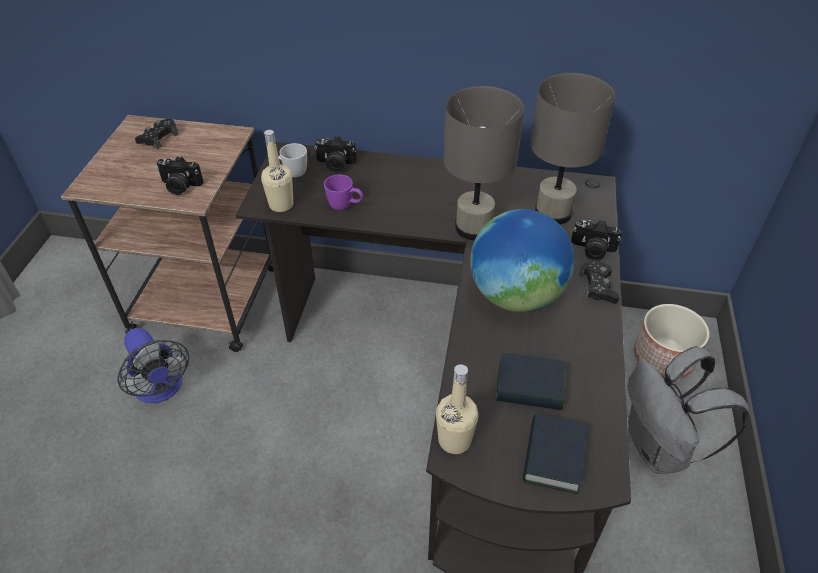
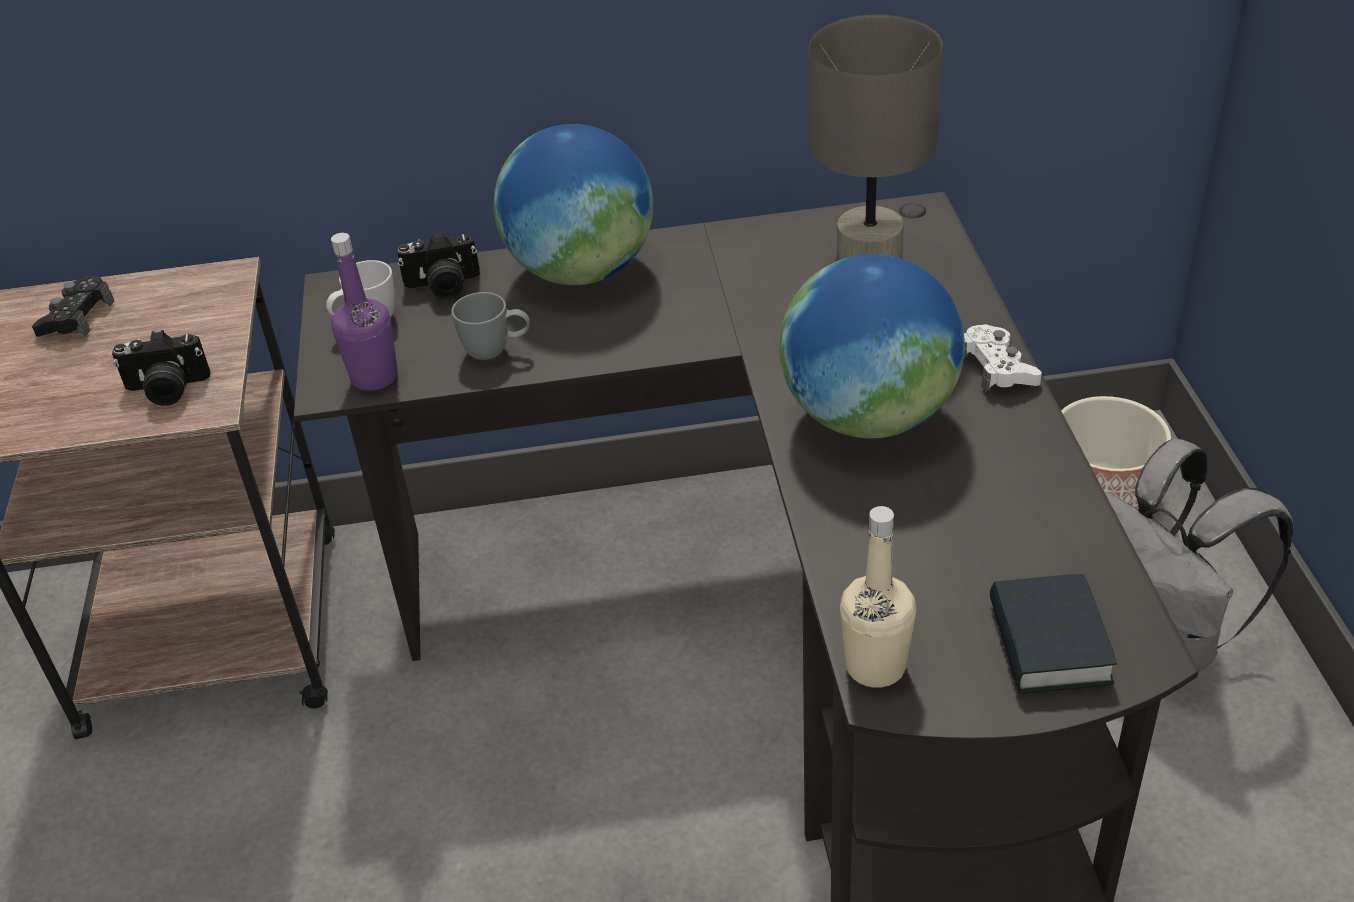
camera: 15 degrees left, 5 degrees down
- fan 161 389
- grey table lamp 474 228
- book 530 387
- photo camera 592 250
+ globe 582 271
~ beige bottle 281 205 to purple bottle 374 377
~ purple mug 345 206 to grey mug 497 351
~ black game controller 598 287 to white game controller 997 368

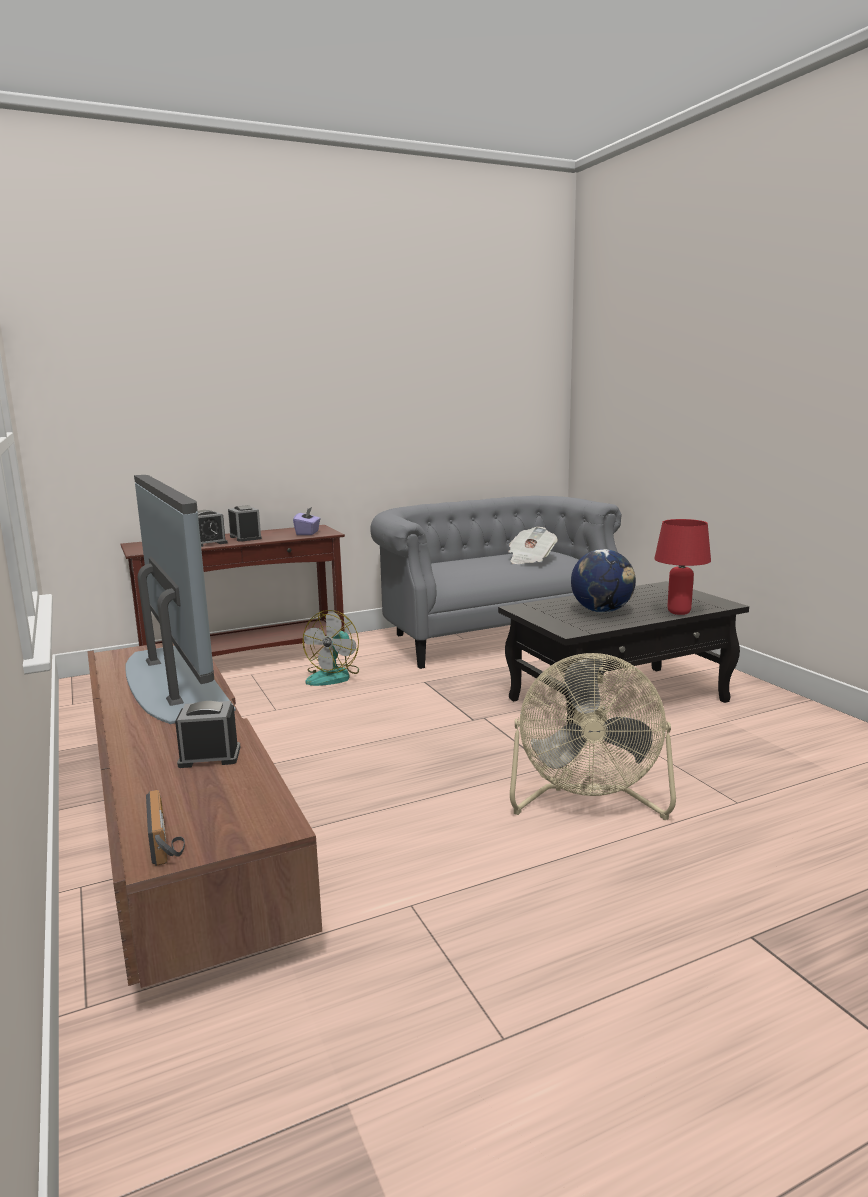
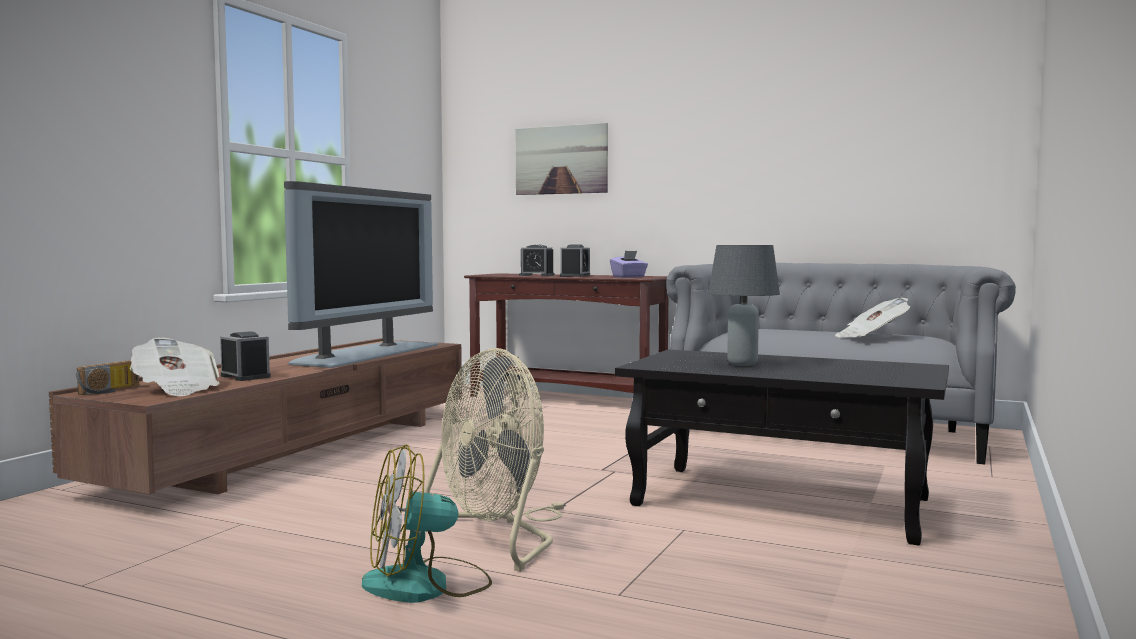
camera: 50 degrees right, 10 degrees down
- red table lamp 678 612
+ newspaper 176 389
+ picture 561 160
~ fan 334 676 to 426 585
~ globe 602 611 to grey table lamp 743 364

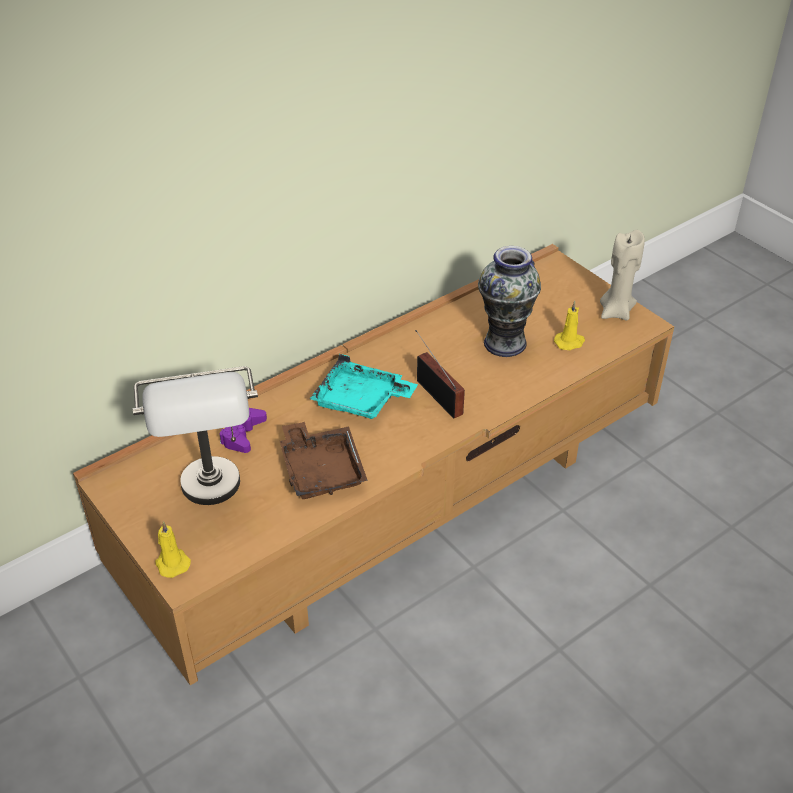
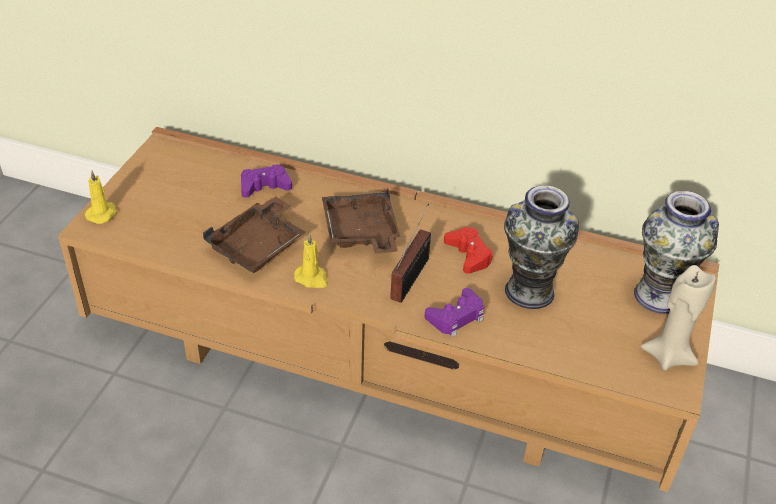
camera: 55 degrees right, 0 degrees up
- grey table lamp 215 498
+ purple game controller 456 317
+ red game controller 468 255
+ vase 658 295
~ yellow candle 570 342 to 312 278
~ turquoise tray 361 401 to brown tray 361 233

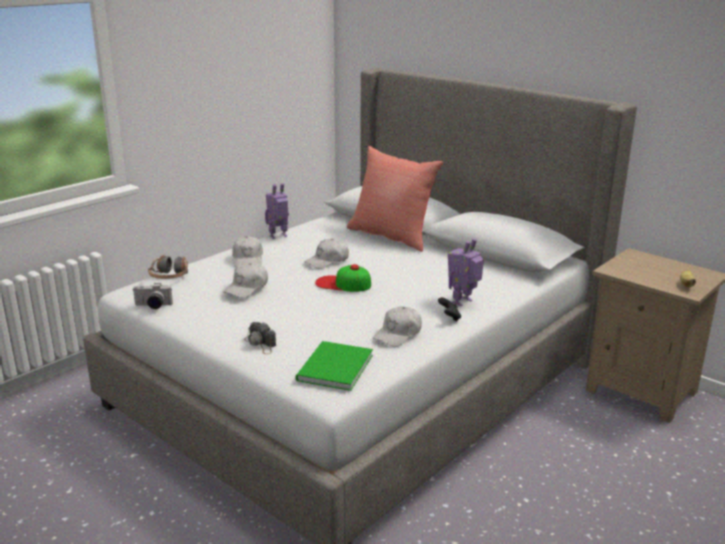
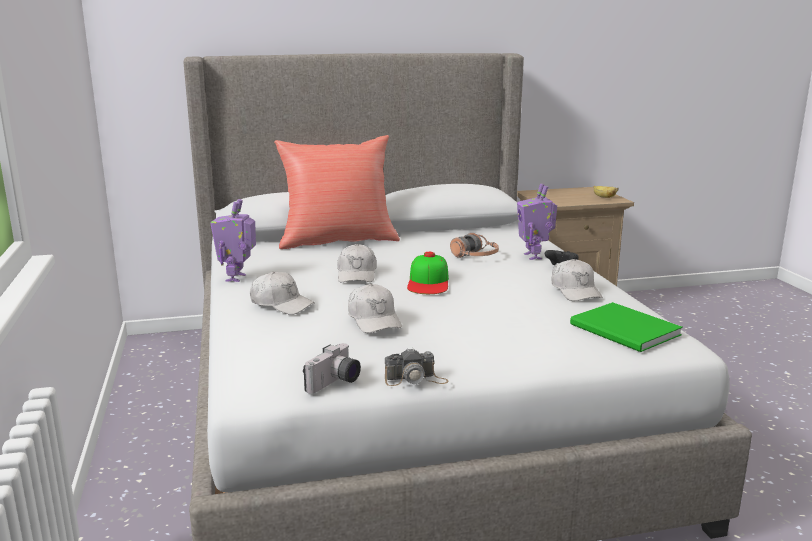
camera: 55 degrees left, 5 degrees down
~ headphones 169 277 to 474 257
~ photo camera 260 344 to 415 379
~ cap 343 284 = 428 282 45 degrees counterclockwise

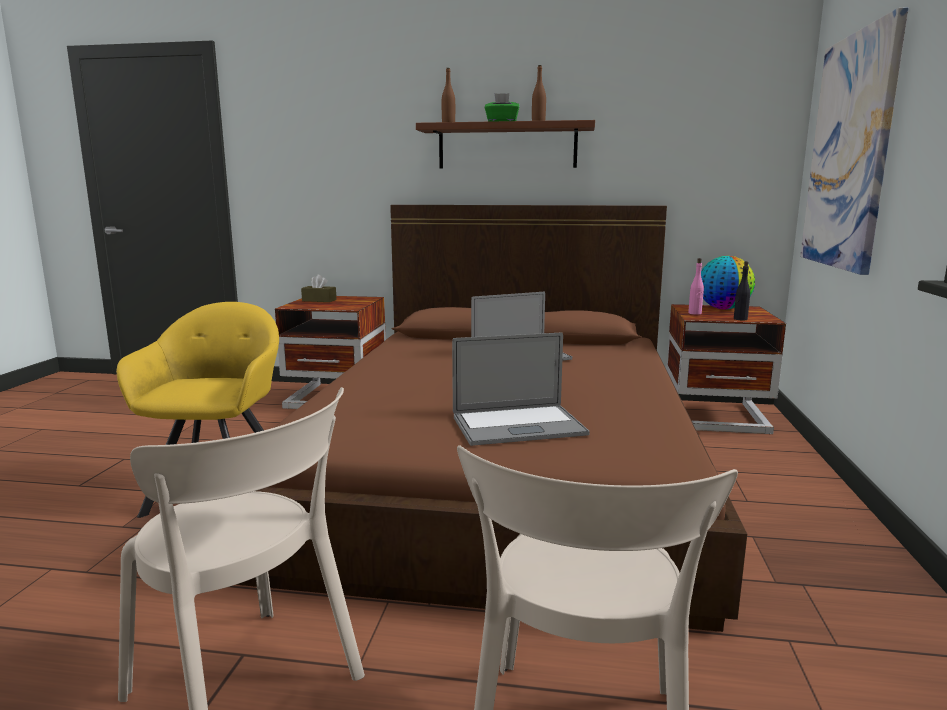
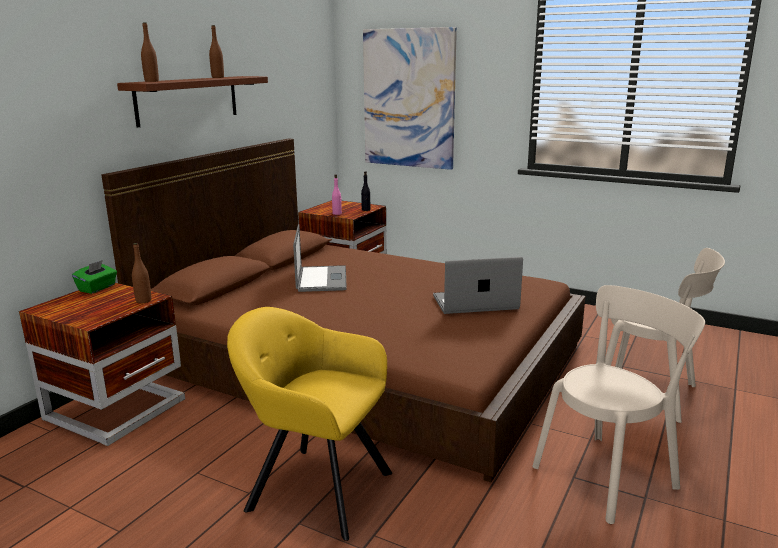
camera: 70 degrees left, 5 degrees up
- brown tissue box 319 300
- globe 723 309
+ brown bottle 143 301
~ green tissue box 501 122 to 97 288
~ laptop 518 426 = 475 302 105 degrees counterclockwise

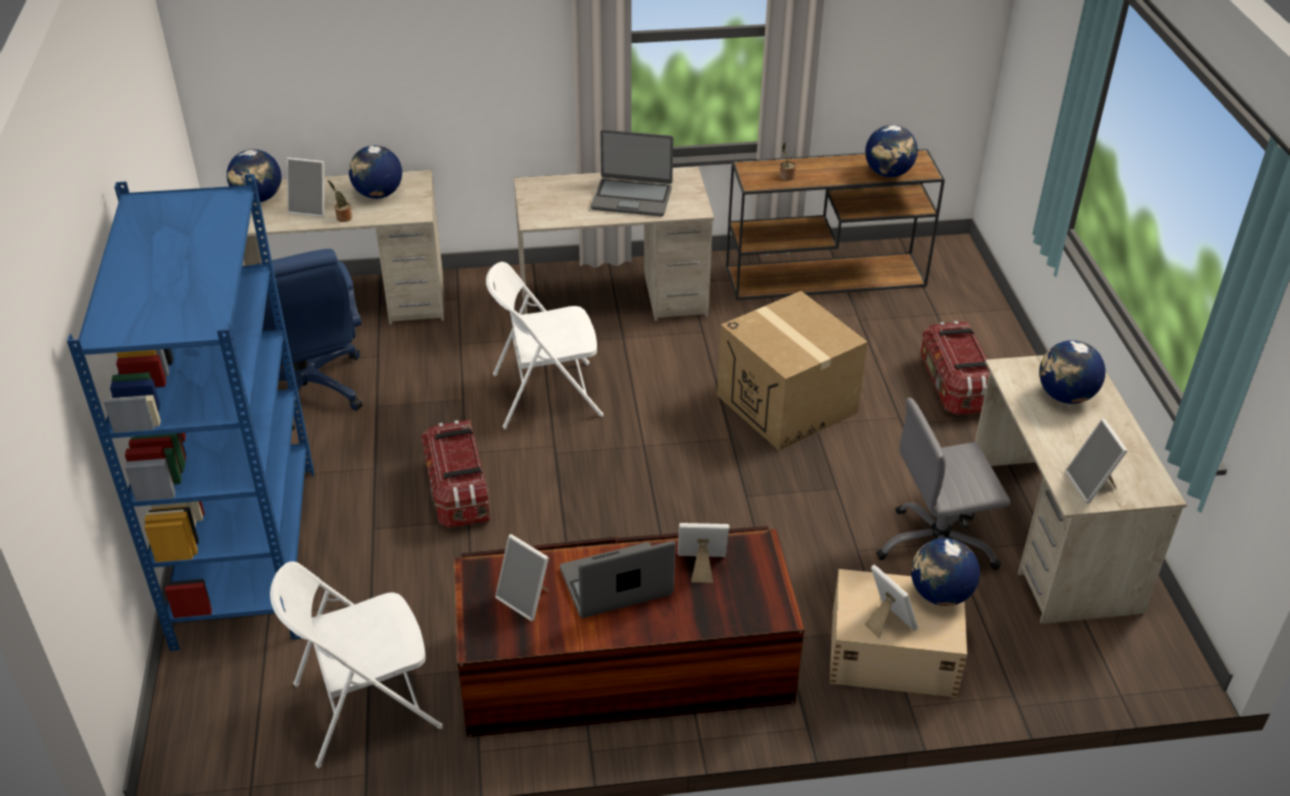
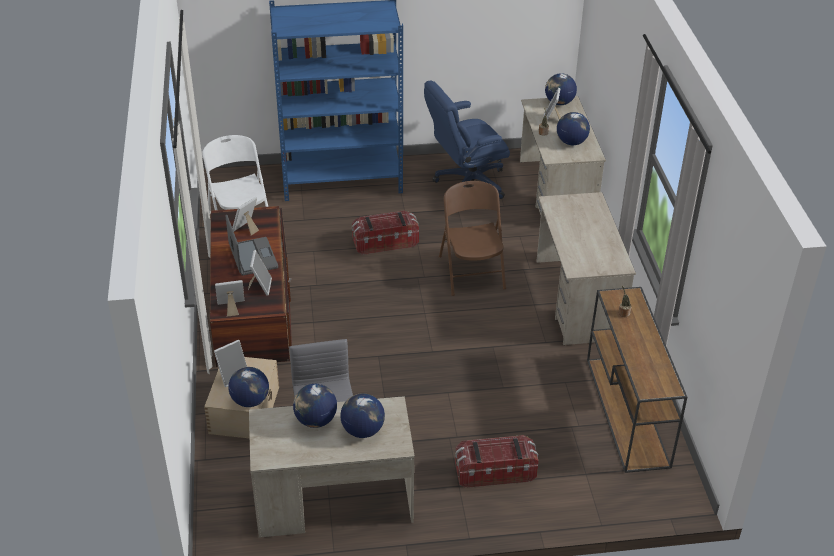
camera: 90 degrees right, 0 degrees up
- laptop 632 198
- cardboard box 787 404
~ globe 888 173 to 315 420
~ picture frame 1091 485 to 231 308
~ white chair 547 394 to brown chair 472 272

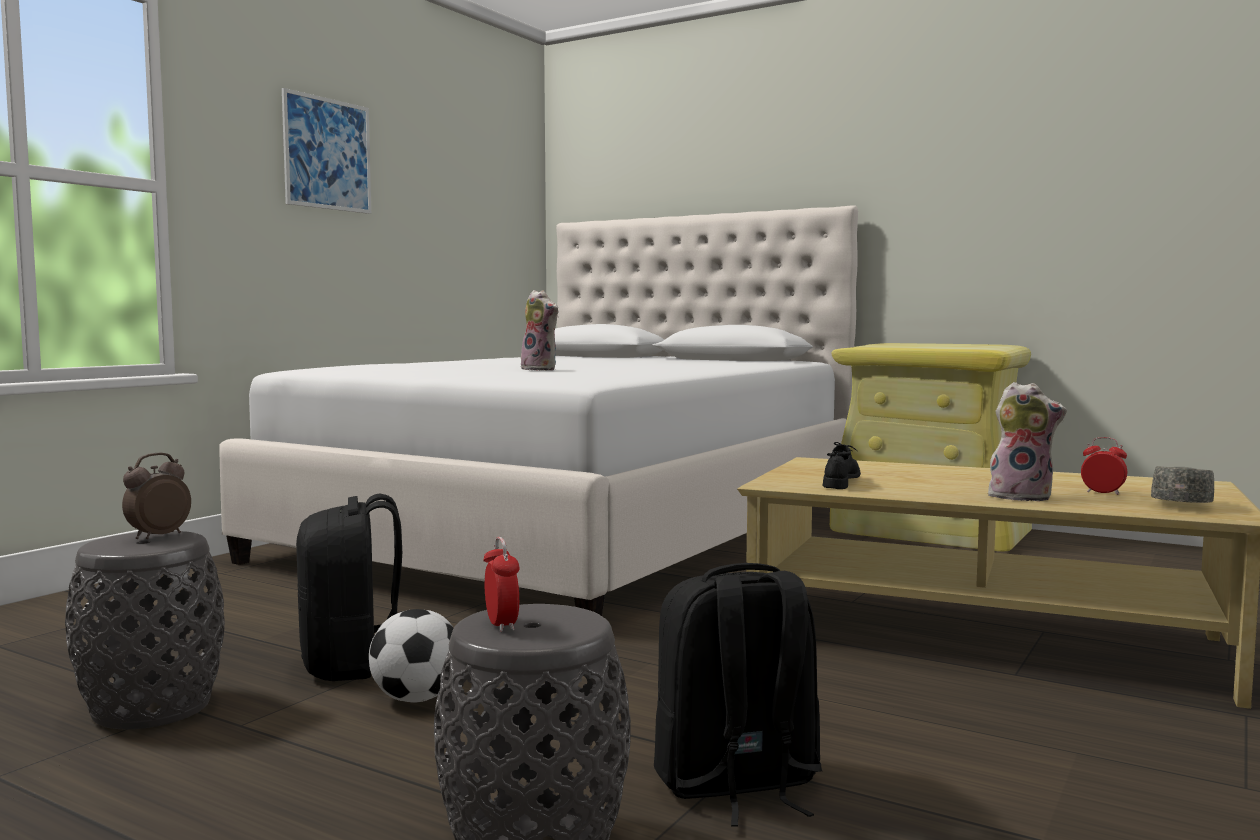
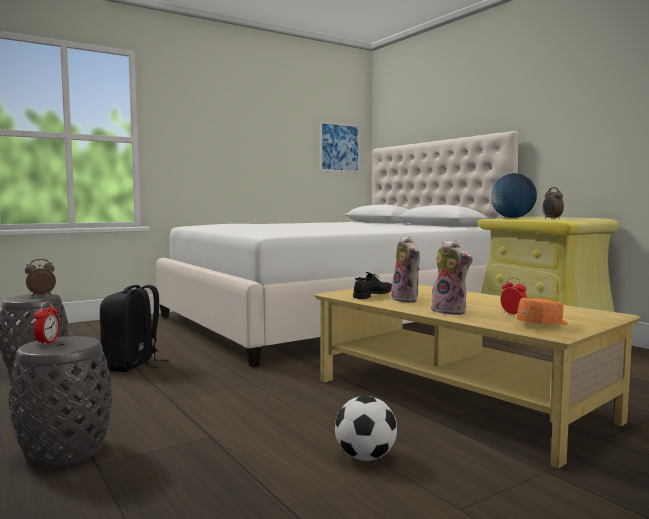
camera: 25 degrees right, 0 degrees up
- black backpack 736 785
+ globe 512 217
+ alarm clock 552 219
~ picture 327 154 to 340 147
~ football 417 699 to 365 457
~ plush toy 541 369 to 407 300
~ grey cap 1183 504 to orange cap 543 324

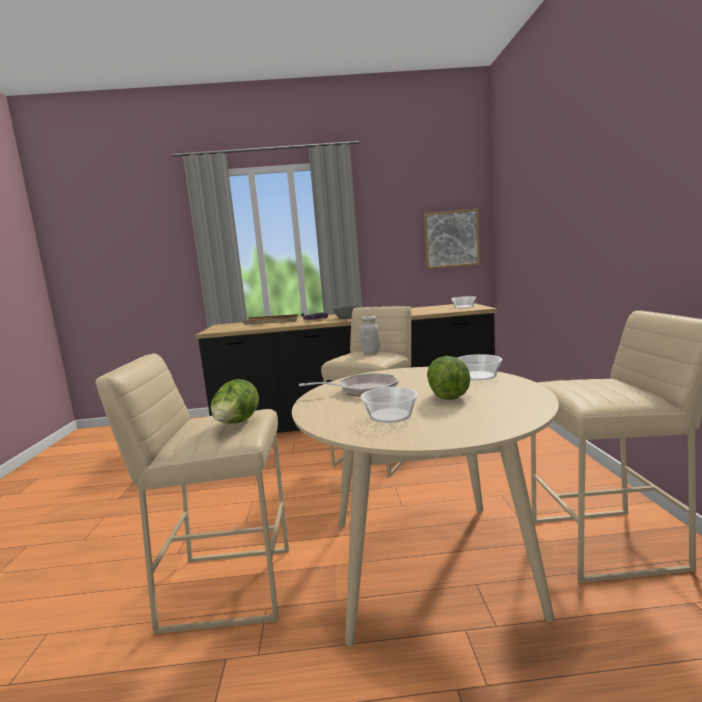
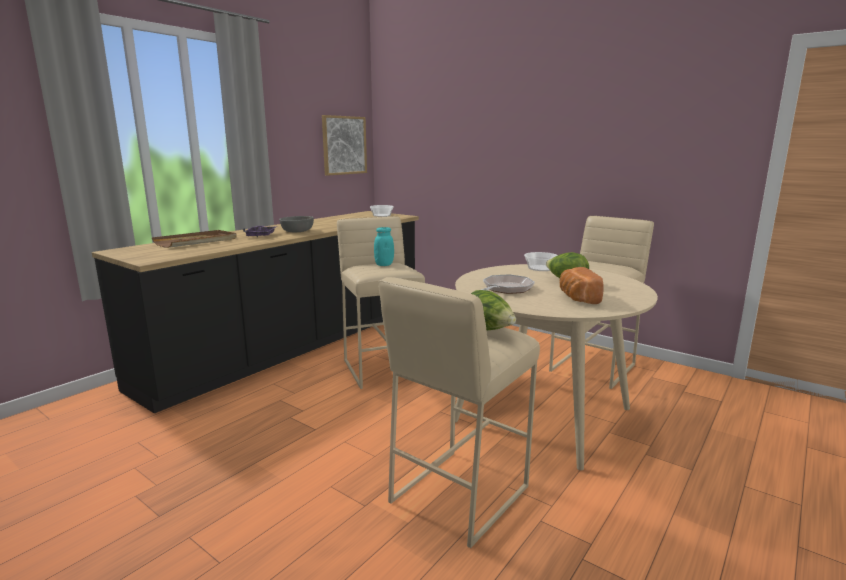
camera: 50 degrees left, 5 degrees up
~ bowl 391 415 to bread 577 298
~ white jar 371 353 to turquoise jar 384 264

